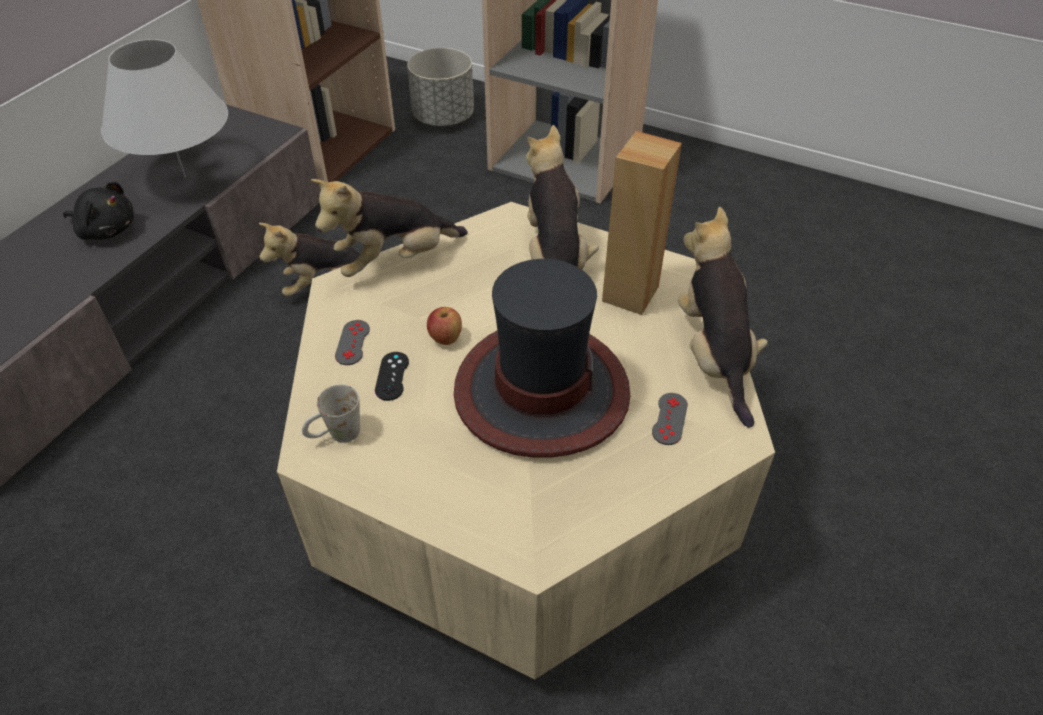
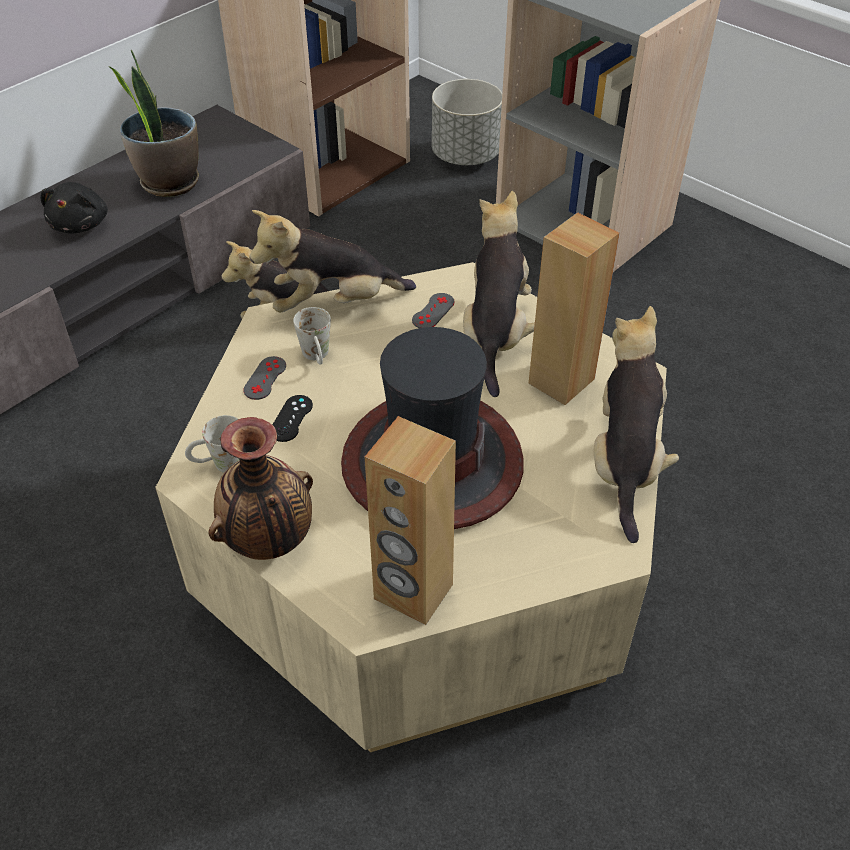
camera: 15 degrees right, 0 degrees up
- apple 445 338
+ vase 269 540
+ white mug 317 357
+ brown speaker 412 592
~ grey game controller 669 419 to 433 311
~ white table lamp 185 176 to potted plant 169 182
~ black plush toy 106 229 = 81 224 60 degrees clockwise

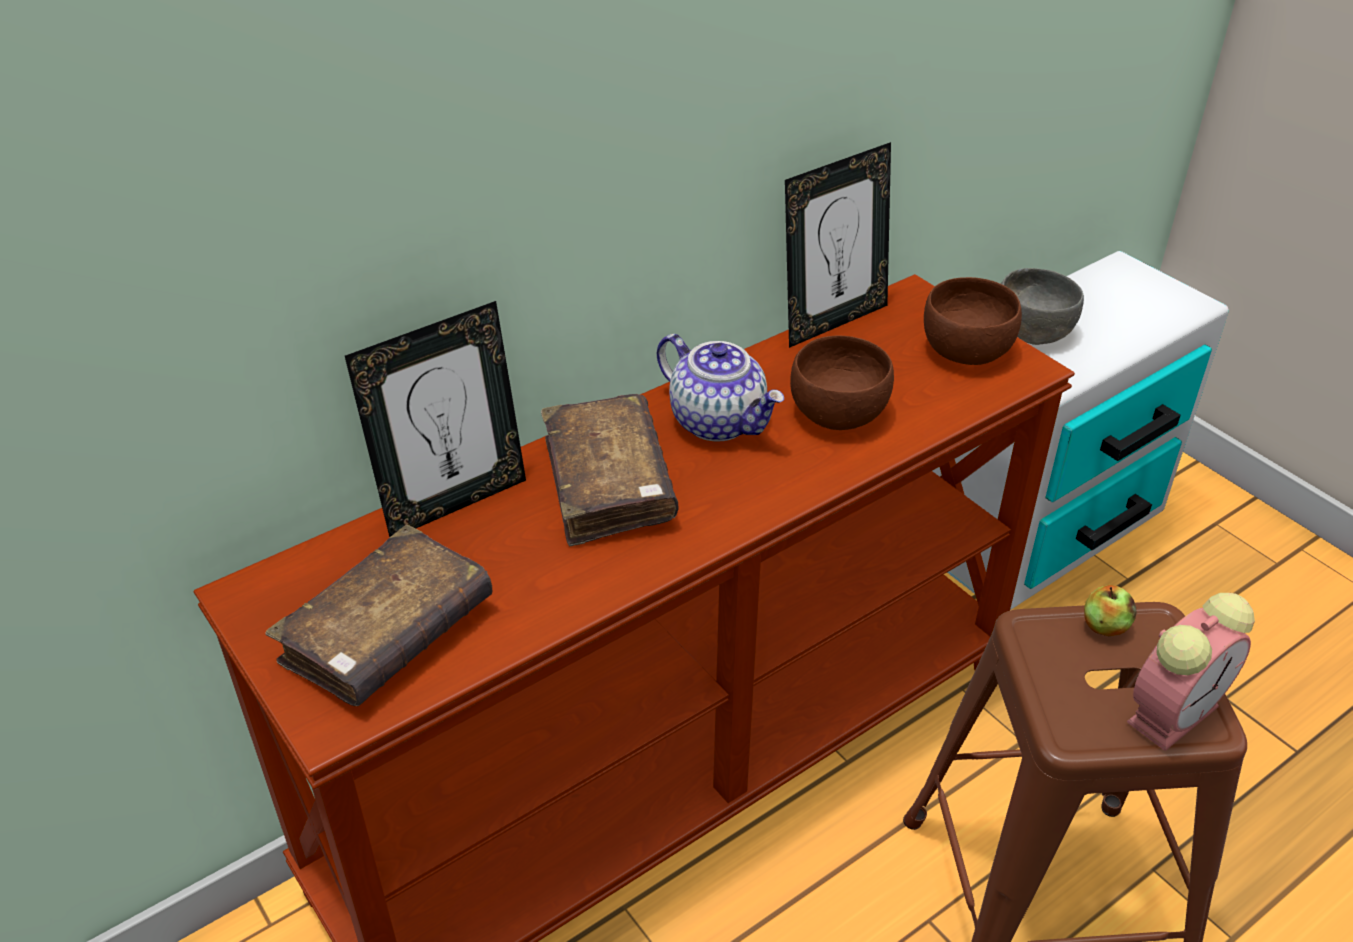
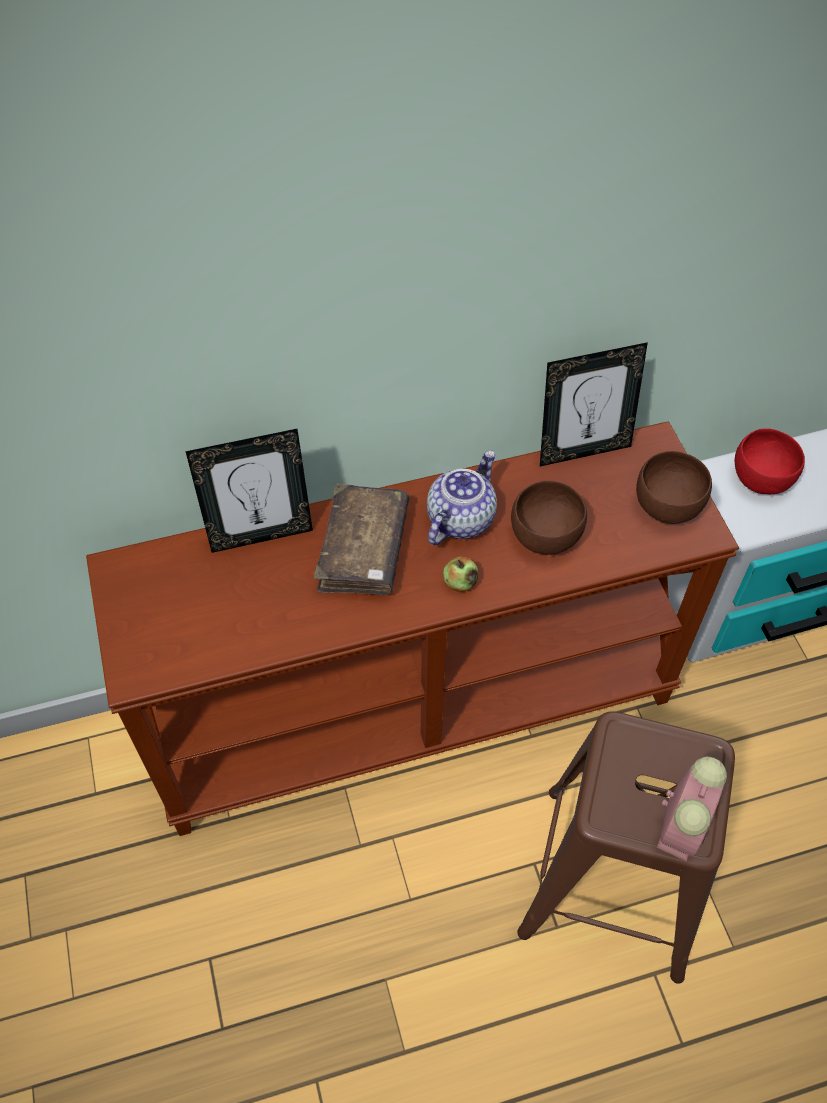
camera: 20 degrees right, 15 degrees up
- brown book 388 634
~ apple 1104 626 to 460 582
~ grey bowl 1032 331 to red bowl 761 477
~ teapot 719 421 = 460 518 120 degrees counterclockwise
~ alarm clock 1174 711 = 681 824 45 degrees counterclockwise

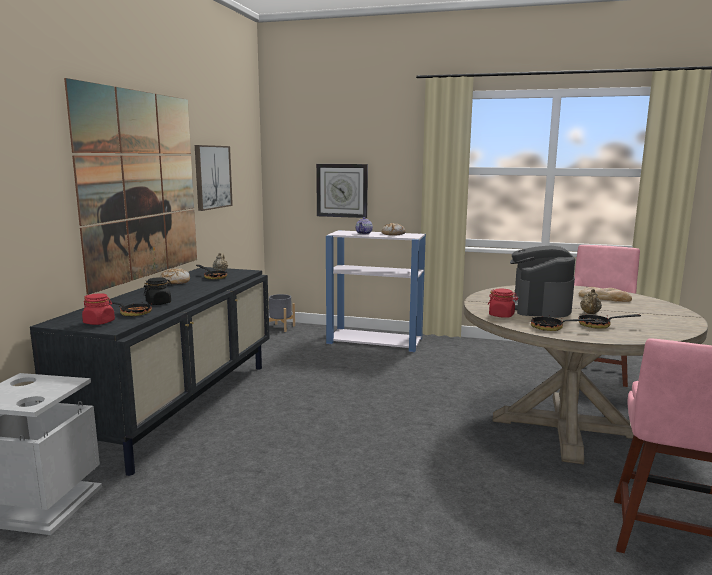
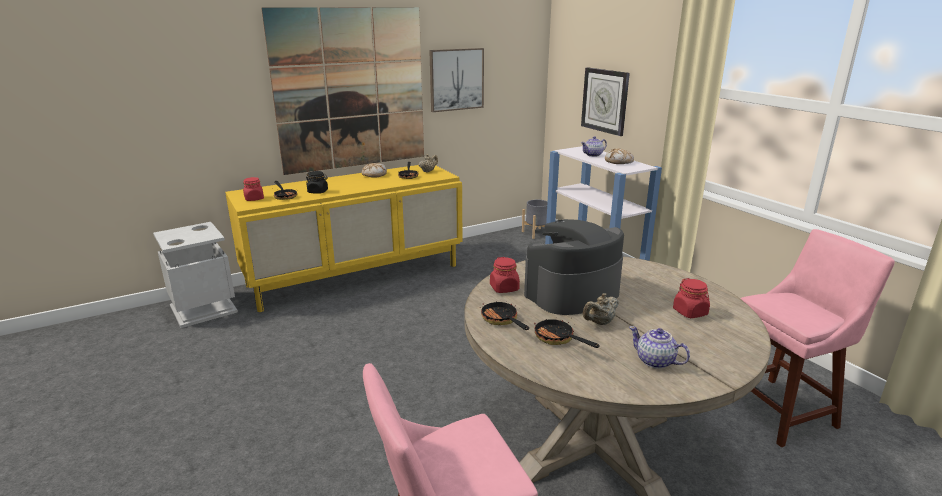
camera: 45 degrees right, 10 degrees up
+ teapot 655 361
~ bread 604 298 to red jar 690 312
~ black cabinet 180 406 to yellow cabinet 356 276

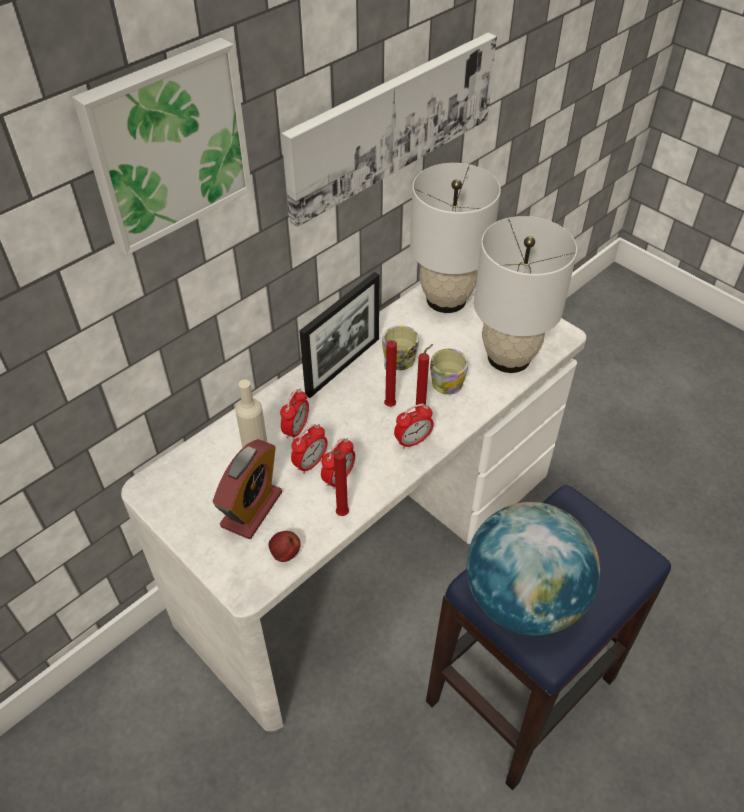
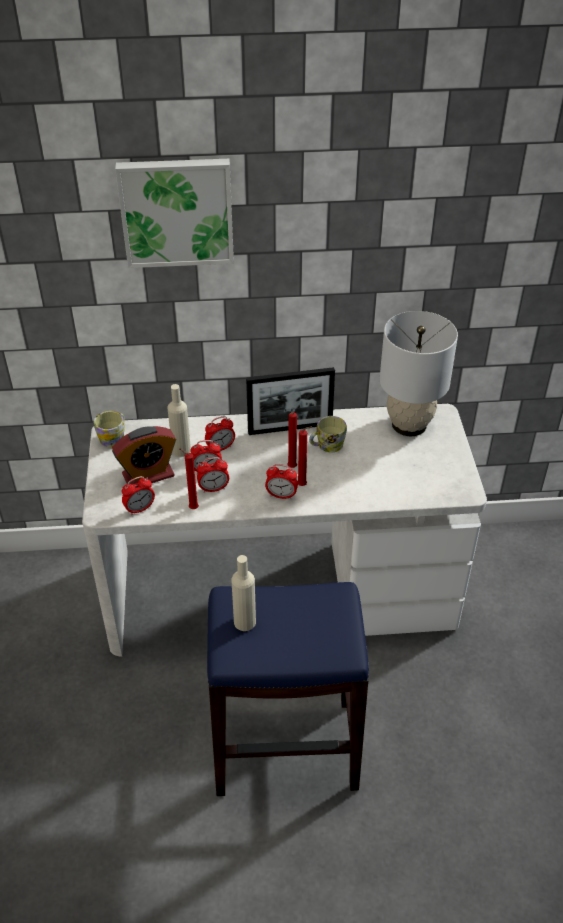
camera: 40 degrees right, 5 degrees down
- picture 391 123
- white table lamp 508 357
~ mug 446 380 to 114 437
~ apple 285 554 to alarm clock 139 509
~ globe 523 599 to beige bottle 244 622

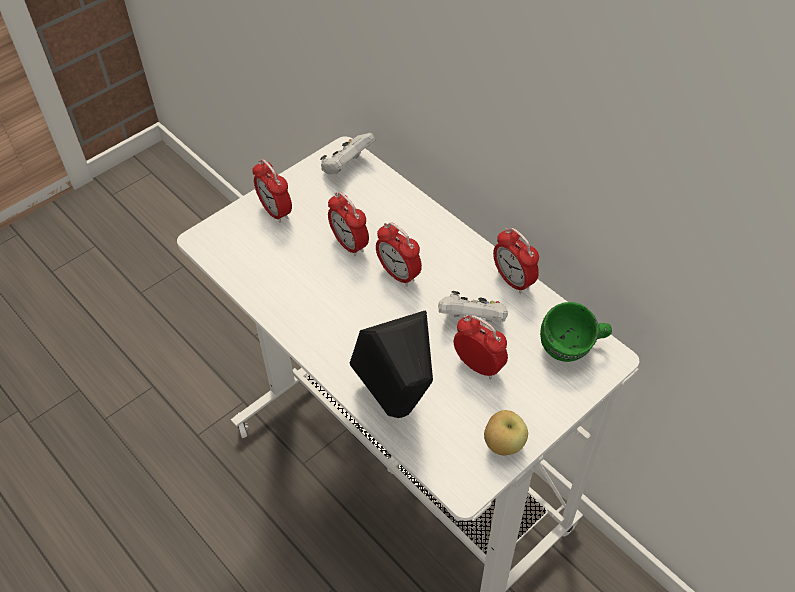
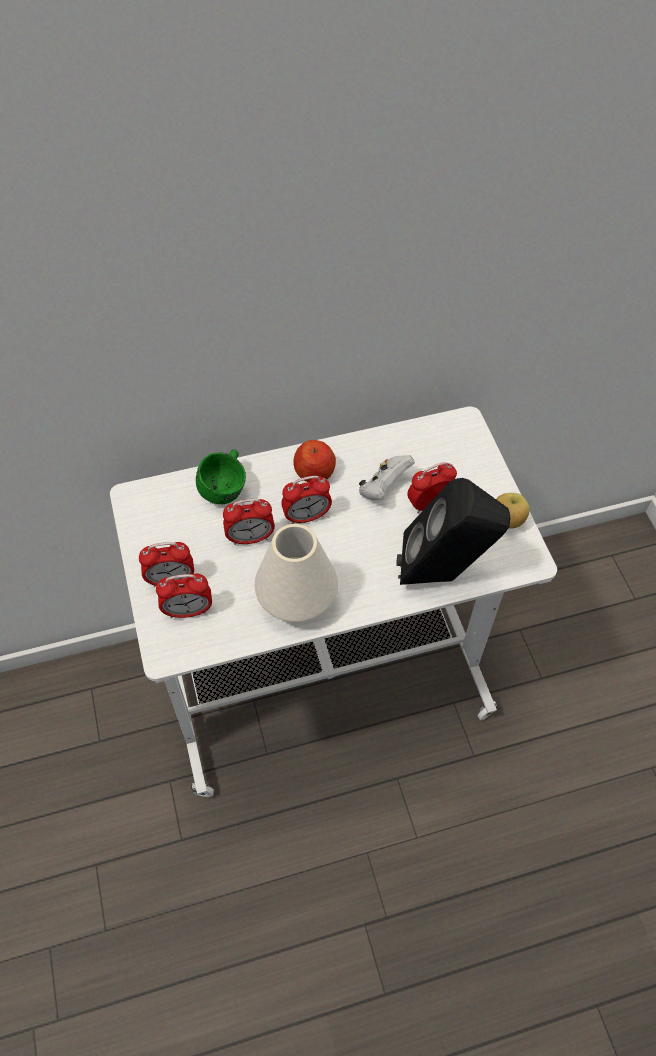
camera: 65 degrees left, 5 degrees up
- white game controller 346 166
+ white vase 296 599
+ apple 314 472
~ alarm clock 513 280 to 188 611
~ green mug 572 350 to 226 488

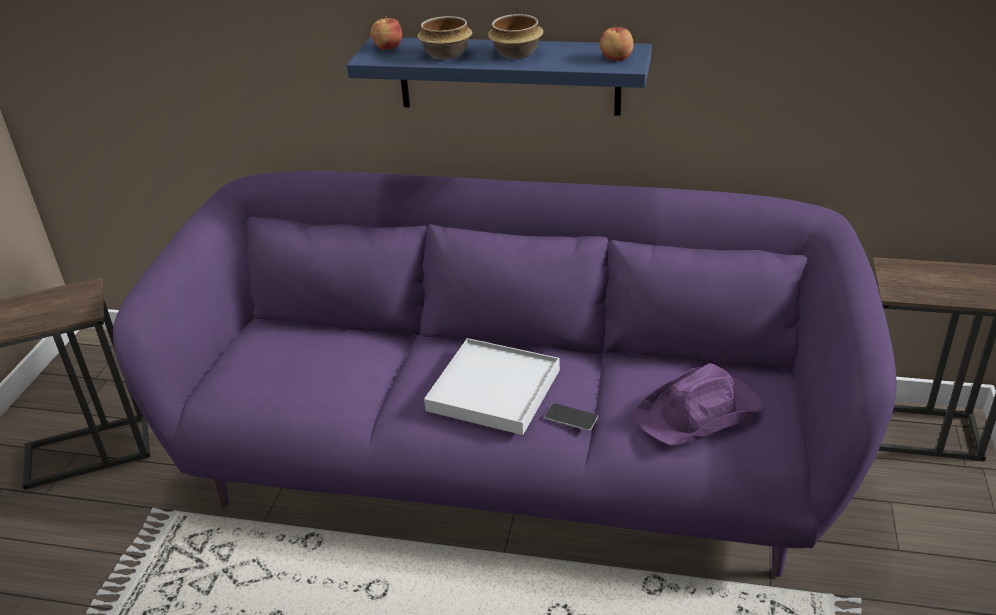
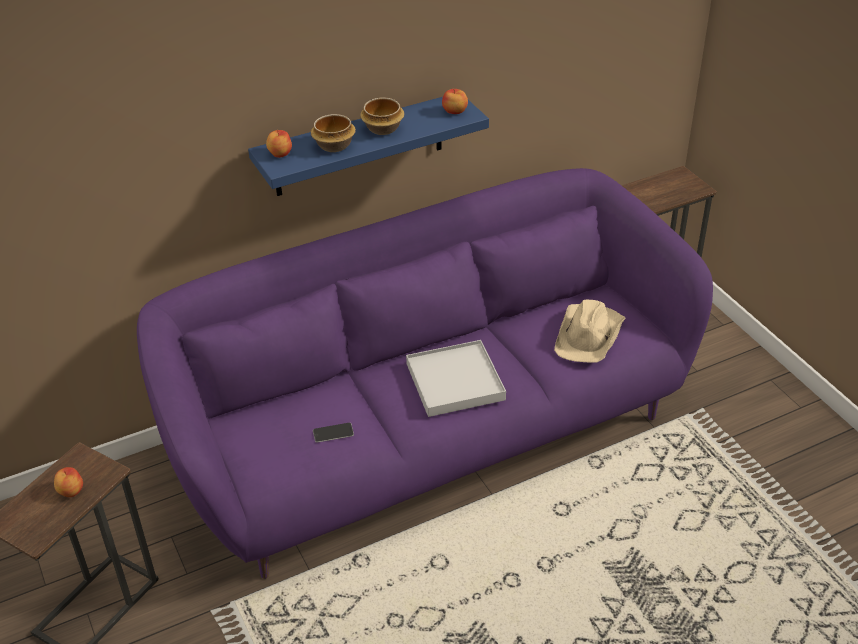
camera: 40 degrees left, 5 degrees up
+ apple 70 491
~ phone 571 417 to 333 433
~ purple hat 700 413 to beige hat 589 335

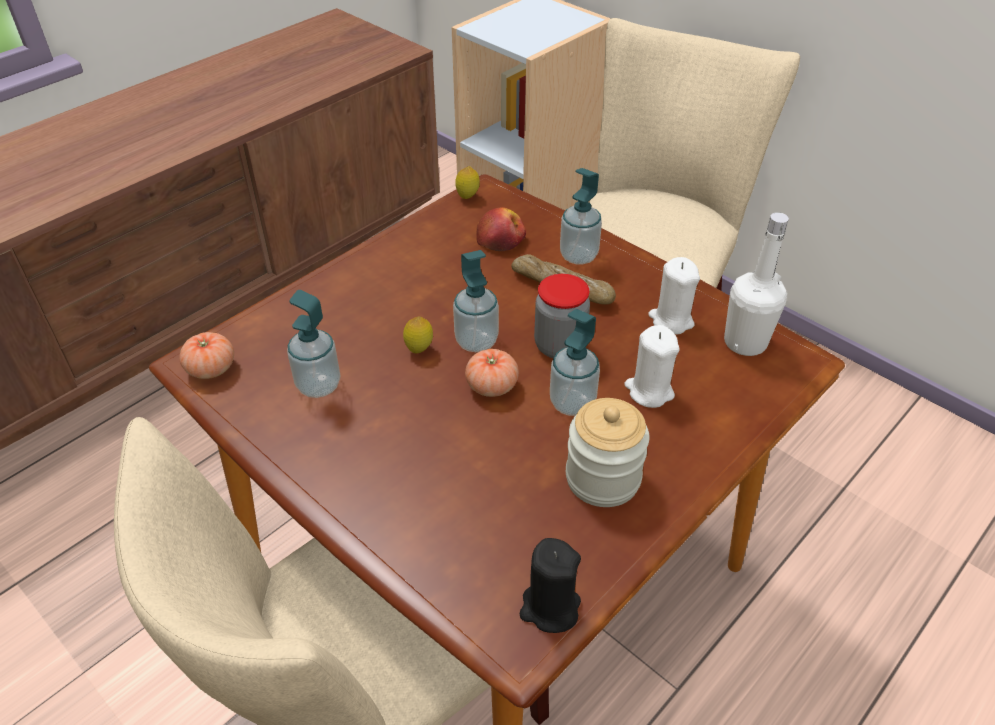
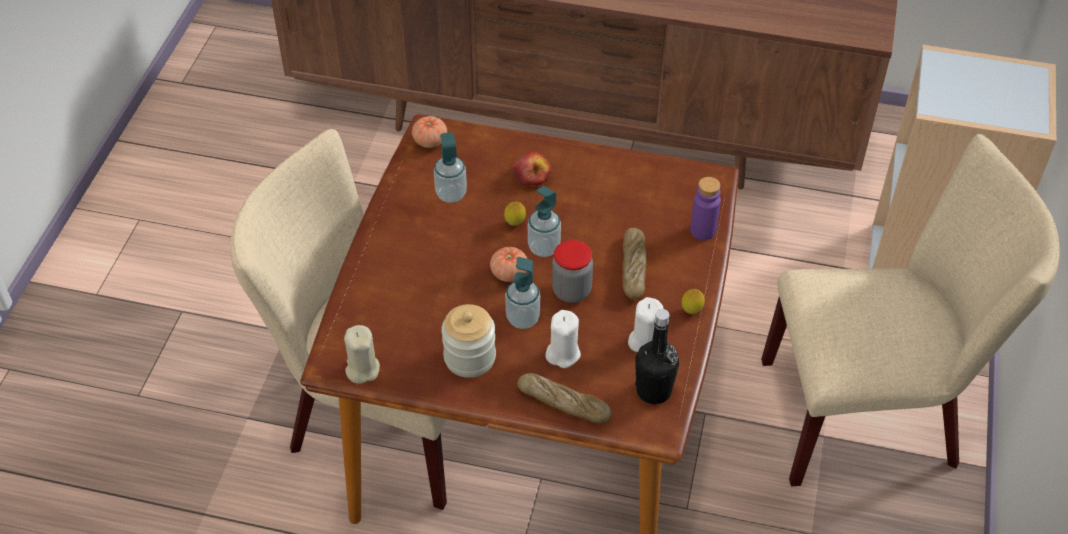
camera: 60 degrees right, 5 degrees up
- soap dispenser 578 256
+ bread 564 403
+ purple bottle 703 231
~ lemon 467 197 to 691 311
~ apple 501 239 to 532 175
~ black candle 550 608 to beige candle 362 369
~ white bottle 745 342 to black bottle 653 391

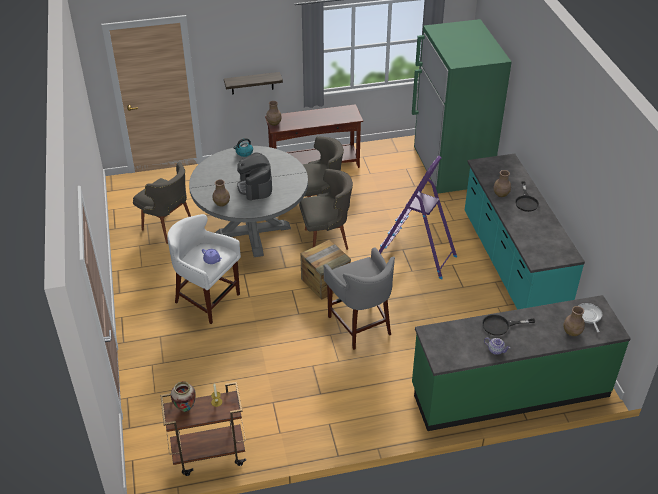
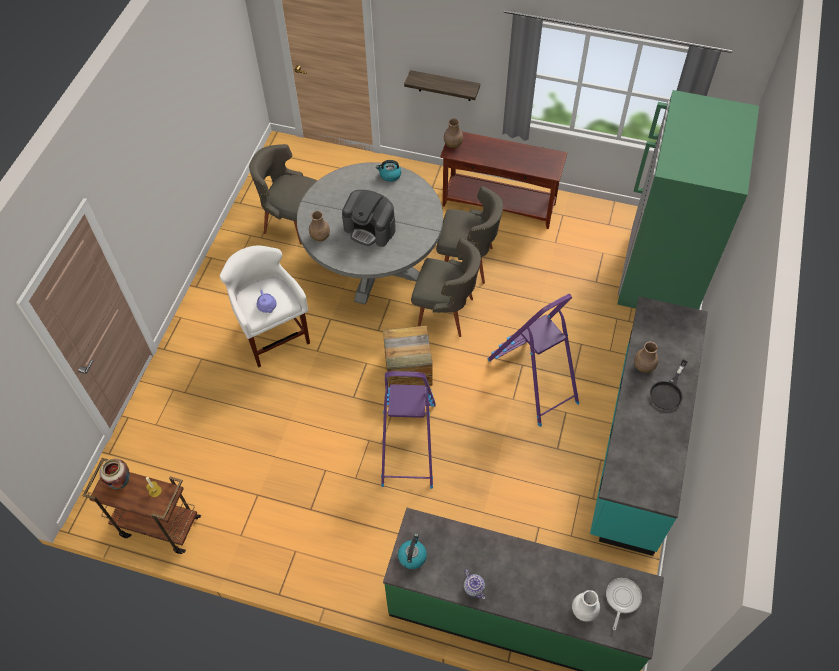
camera: 30 degrees right, 15 degrees up
- black frying pan 501 325
+ kettle 412 556
~ grey stool 360 324 to purple step ladder 409 442
~ brown vase 572 332 to white vase 584 611
~ grey chair 167 226 = 292 223 135 degrees clockwise
~ coffee machine 255 187 = 370 229 75 degrees counterclockwise

